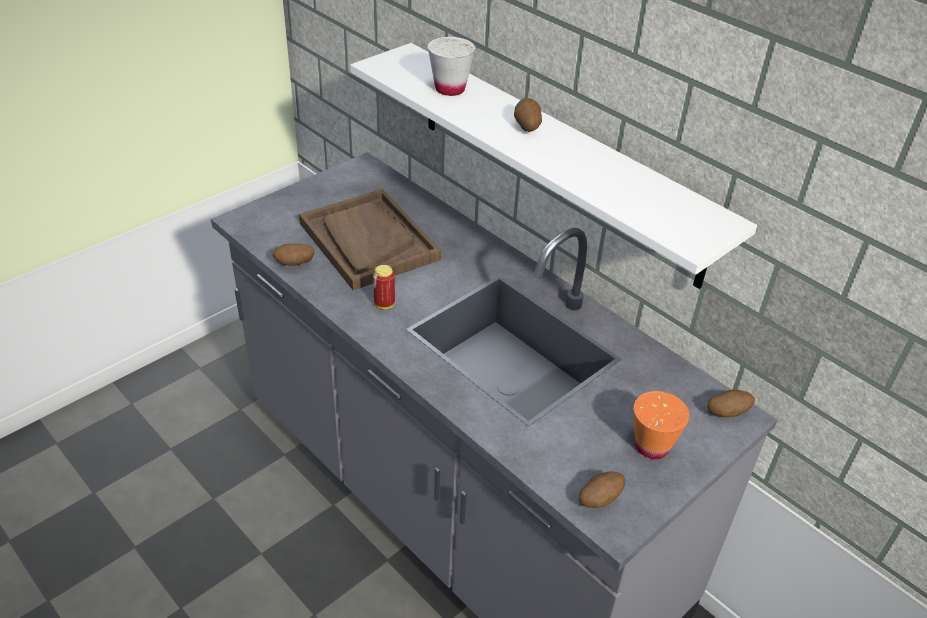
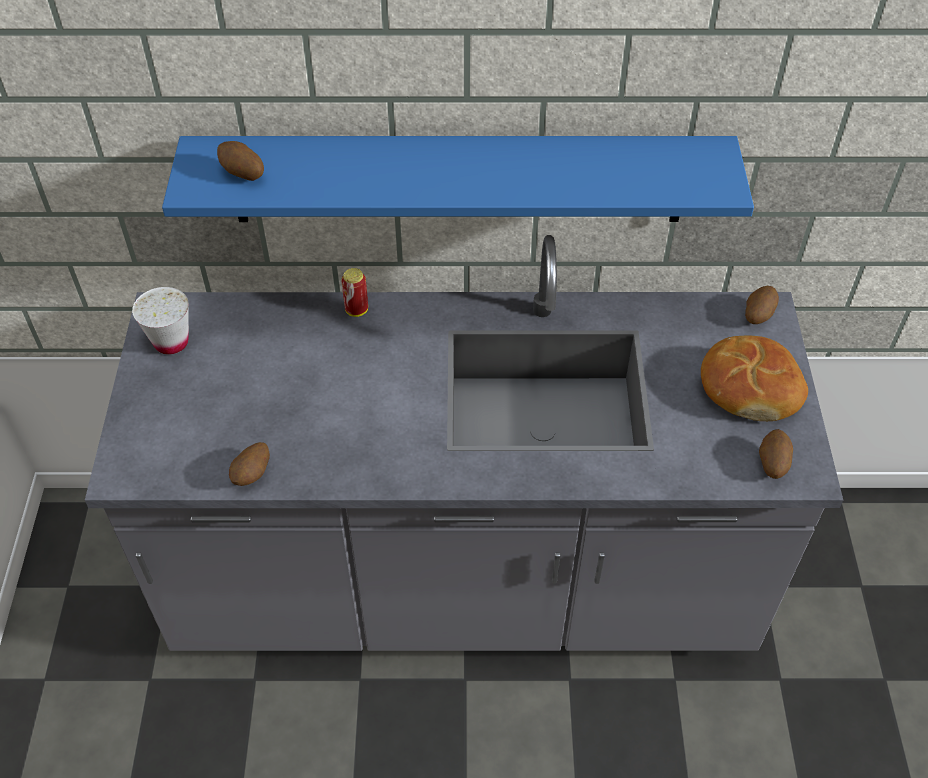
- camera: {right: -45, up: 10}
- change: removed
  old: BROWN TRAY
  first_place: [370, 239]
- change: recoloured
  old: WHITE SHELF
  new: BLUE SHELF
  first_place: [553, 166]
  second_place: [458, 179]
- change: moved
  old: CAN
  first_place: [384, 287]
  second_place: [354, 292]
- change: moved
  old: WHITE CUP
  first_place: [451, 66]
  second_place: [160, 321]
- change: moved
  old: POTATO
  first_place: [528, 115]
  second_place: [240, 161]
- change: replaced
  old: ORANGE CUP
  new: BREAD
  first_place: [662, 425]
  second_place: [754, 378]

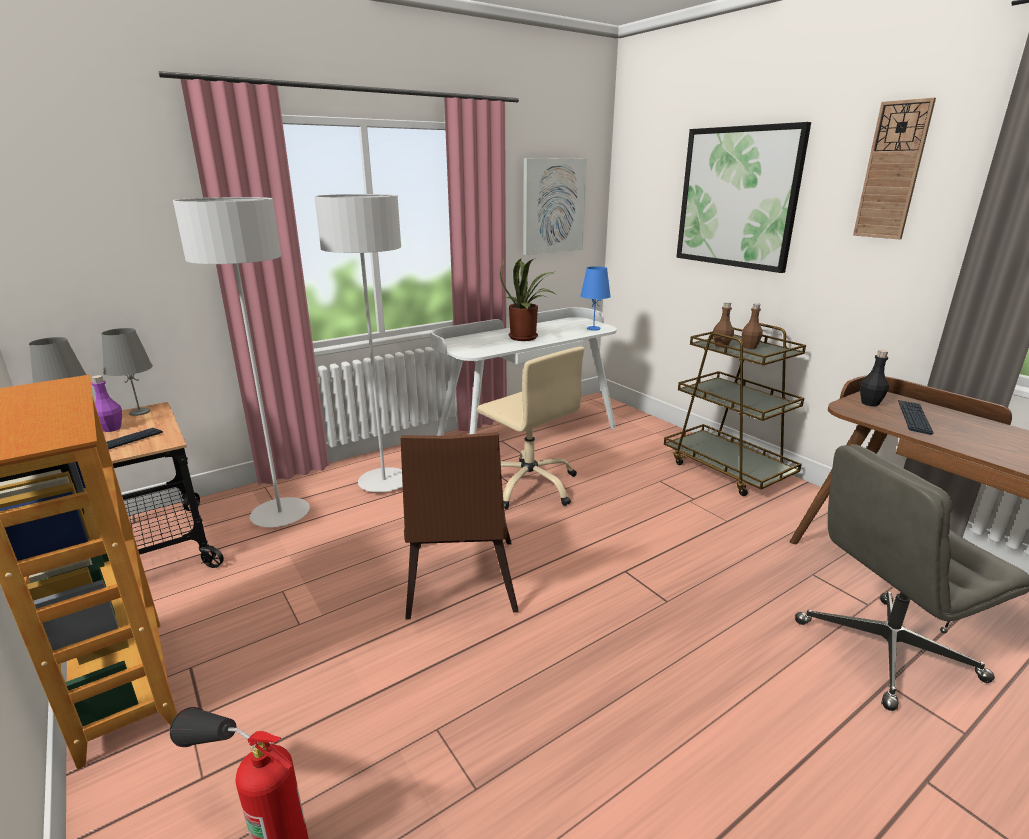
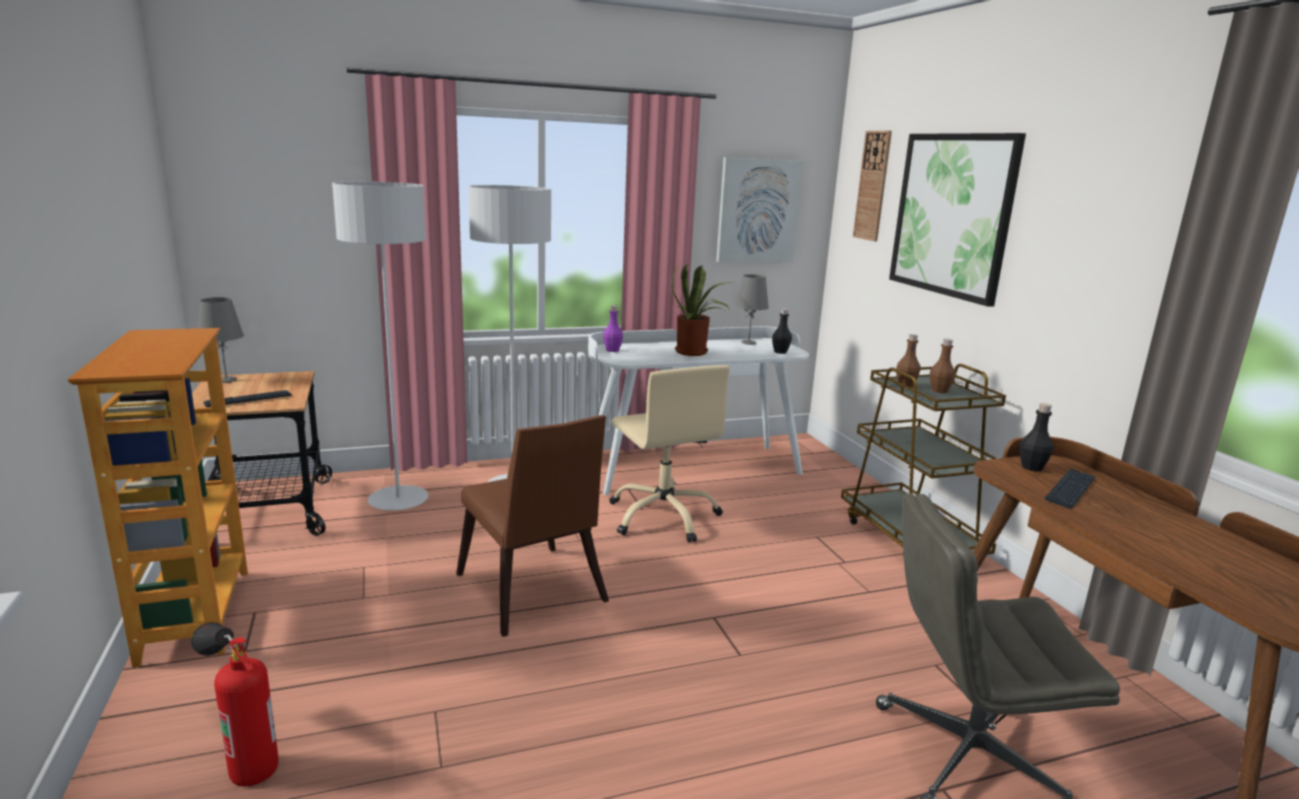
- camera: {right: 15, up: -5}
- change: moved
  old: PURPLE BOTTLE
  first_place: [106, 403]
  second_place: [613, 329]
- change: moved
  old: GREY TABLE LAMP
  first_place: [127, 372]
  second_place: [752, 309]
- change: turned
  old: BROWN CHAIR
  first_place: [459, 525]
  second_place: [532, 526]
  degrees: -45
- change: replaced
  old: BLUE TABLE LAMP
  new: BLACK BOTTLE
  first_place: [595, 298]
  second_place: [782, 331]
- change: moved
  old: WALL CLOCK
  first_place: [894, 169]
  second_place: [872, 186]

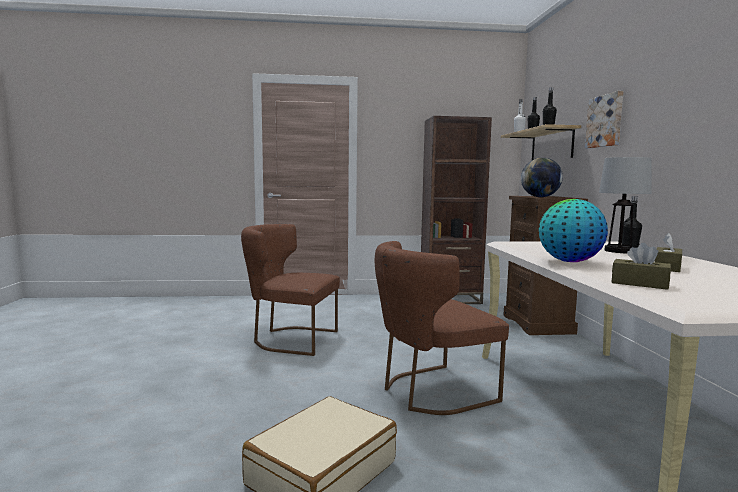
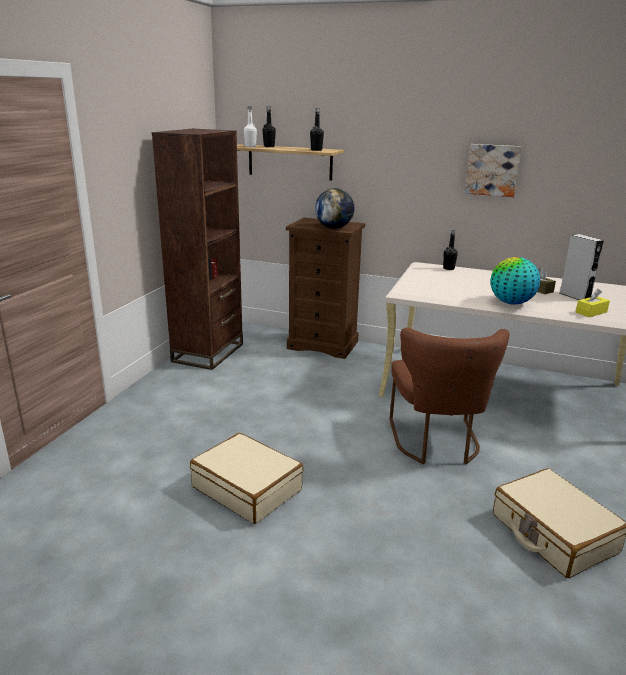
- camera: {right: -65, up: 15}
- change: replaced
  old: BROWN CHAIR
  new: BEIGE SUITCASE
  first_place: [290, 290]
  second_place: [246, 478]
- change: moved
  old: PICTURE
  first_place: [604, 119]
  second_place: [493, 170]
- change: removed
  old: TABLE LAMP
  first_place: [625, 205]
- change: recoloured
  old: BROWN TISSUE BOX
  new: YELLOW TISSUE BOX
  first_place: [641, 266]
  second_place: [593, 303]
- change: added
  new: GREY SPEAKER
  second_place: [582, 267]

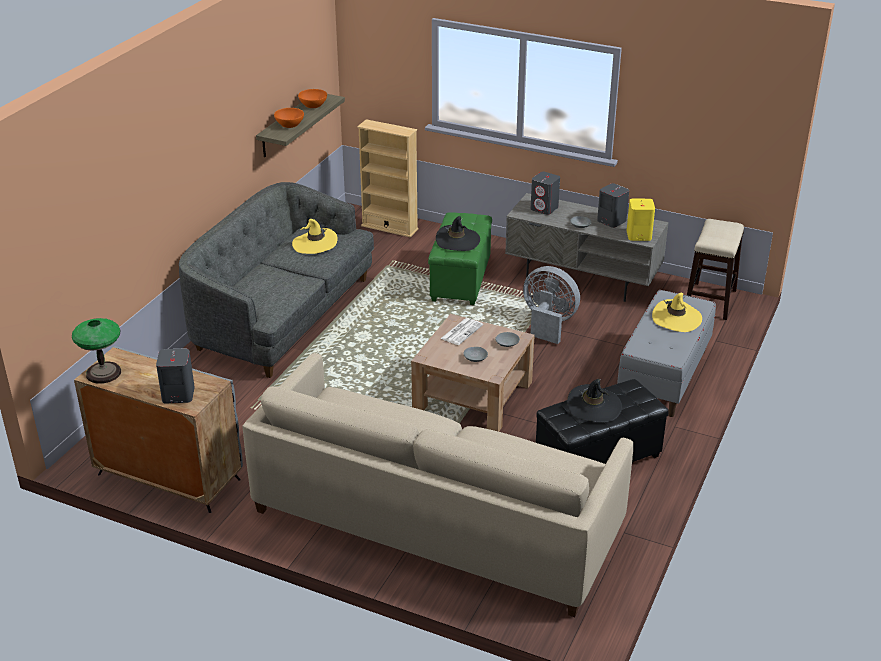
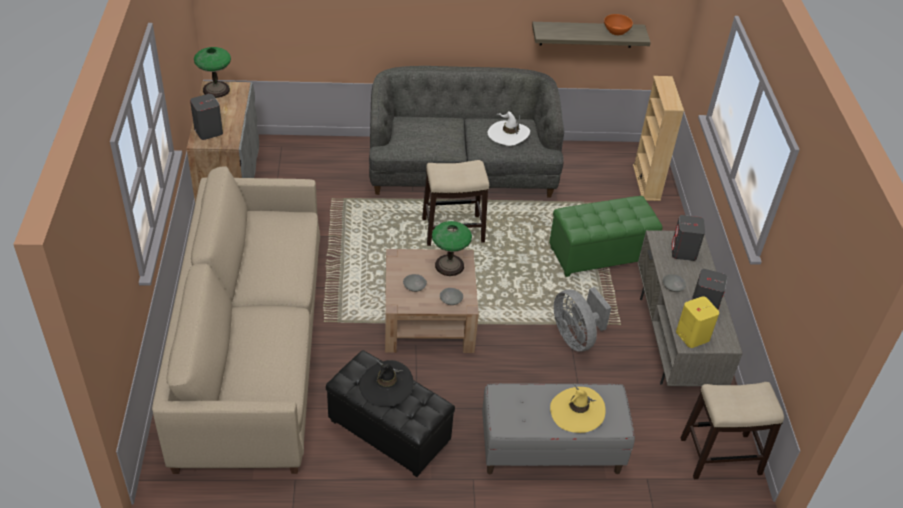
- camera: {right: 60, up: 10}
- change: removed
  old: ORANGE BOWL
  first_place: [289, 118]
- change: recoloured
  old: YELLOW HAT
  new: WHITE HAT
  first_place: [314, 236]
  second_place: [509, 128]
- change: removed
  old: BLACK HAT
  first_place: [458, 233]
- change: replaced
  old: NEWSPAPER
  new: TABLE LAMP
  first_place: [461, 331]
  second_place: [452, 248]
- change: turned
  old: GREY FAN
  first_place: [551, 305]
  second_place: [583, 319]
  degrees: 150
- change: added
  new: STOOL
  second_place: [455, 203]

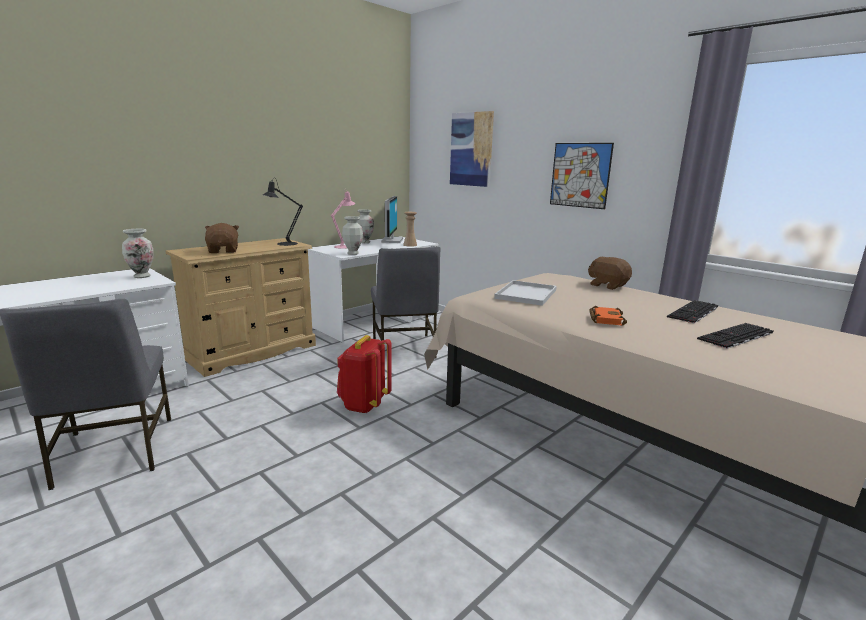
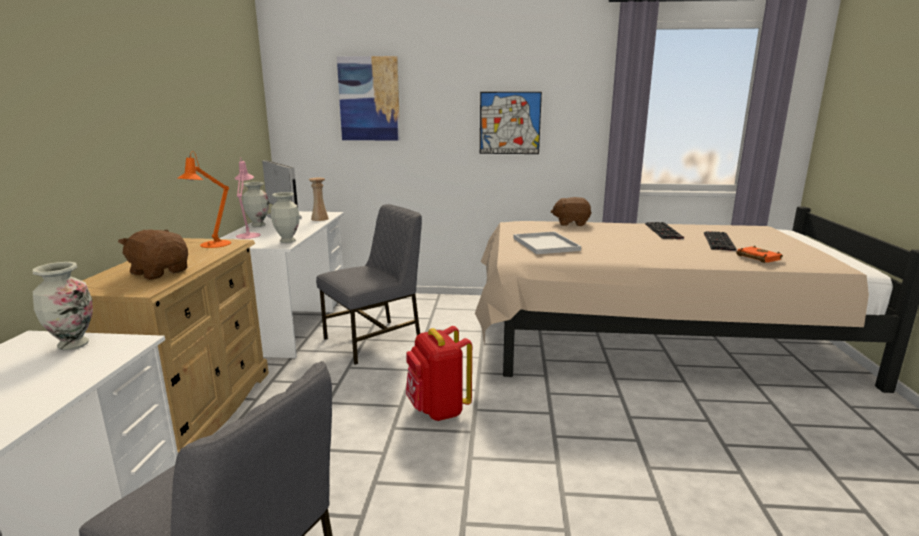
- camera: {right: -40, up: 0}
- change: recoloured
  old: BLACK TABLE LAMP
  new: ORANGE TABLE LAMP
  first_place: [283, 212]
  second_place: [204, 199]
- change: turned
  old: GREY CHAIR
  first_place: [406, 303]
  second_place: [369, 284]
  degrees: -75
- change: moved
  old: ORANGE BOOK
  first_place: [608, 316]
  second_place: [759, 254]

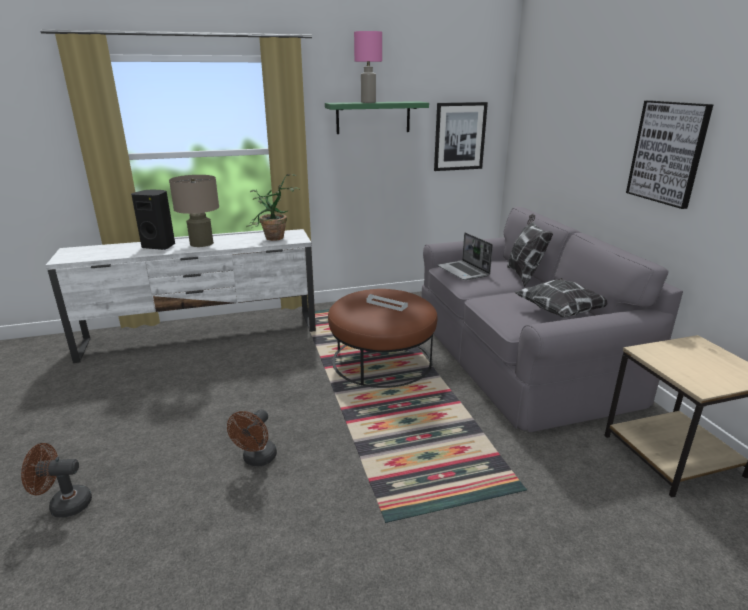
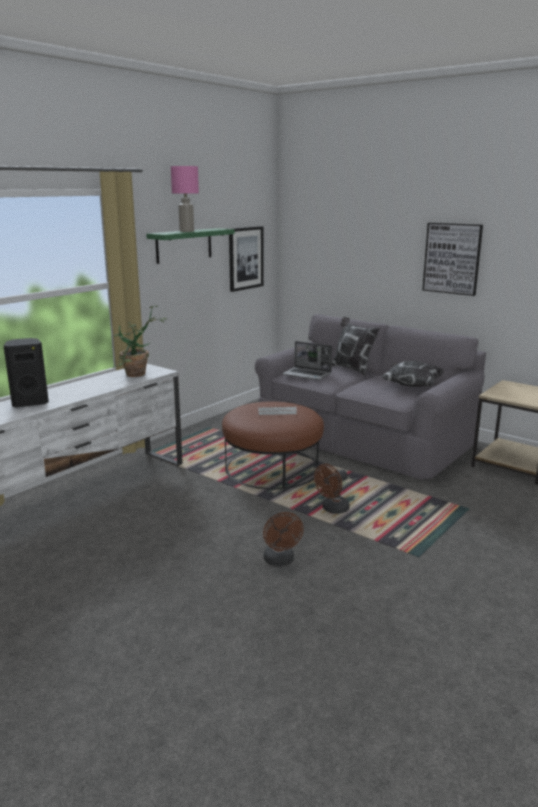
- camera: {right: -35, up: -5}
- change: moved
  old: BROWN FAN
  first_place: [56, 480]
  second_place: [332, 489]
- change: removed
  old: BEIGE TABLE LAMP
  first_place: [194, 211]

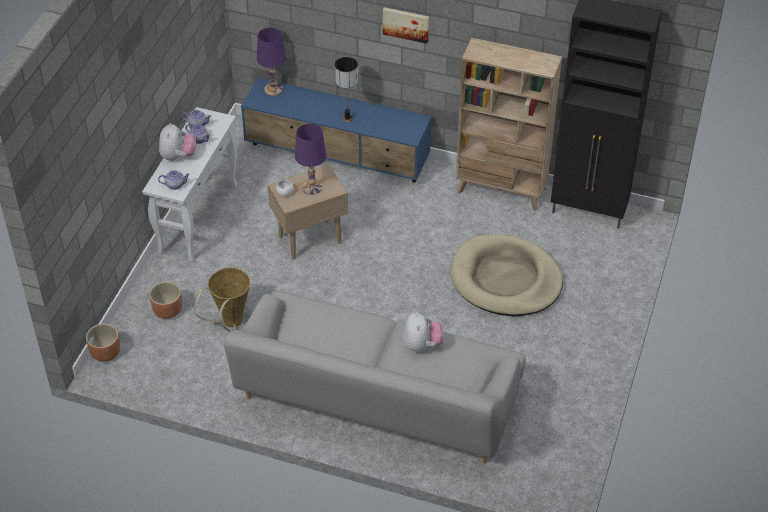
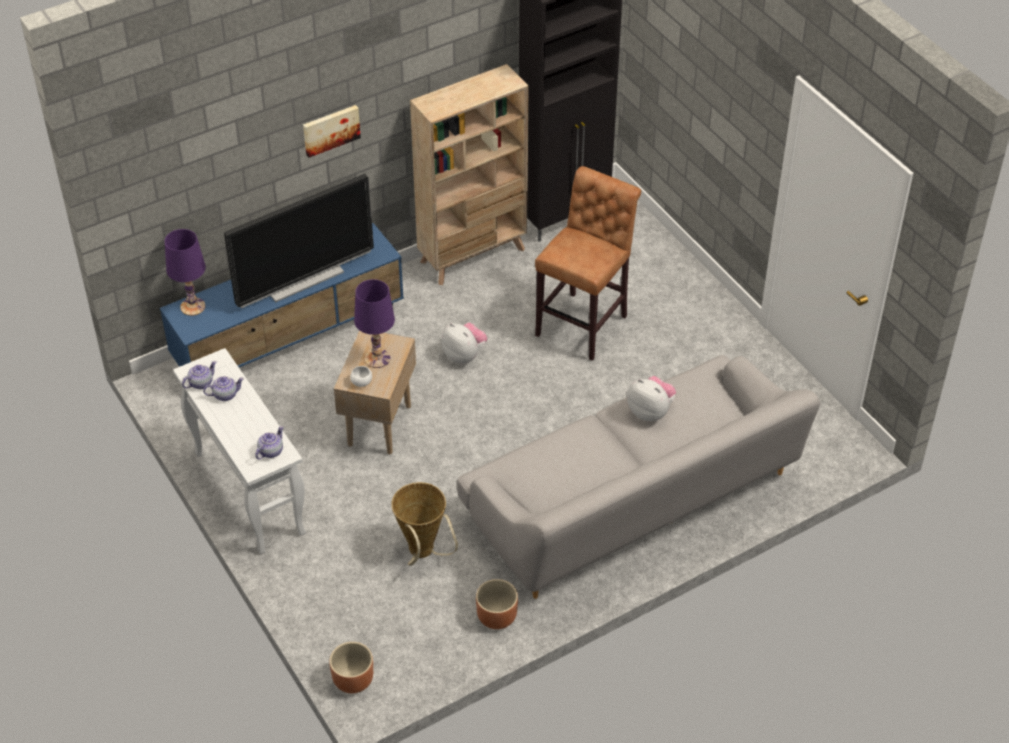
- camera: {right: -50, up: 0}
- change: moved
  old: BROWN PLANTER
  first_place: [165, 300]
  second_place: [497, 604]
- change: moved
  old: PLUSH TOY
  first_place: [177, 142]
  second_place: [464, 343]
- change: replaced
  old: TABLE LAMP
  new: TELEVISION
  first_place: [346, 89]
  second_place: [299, 241]
- change: replaced
  old: BEIGE DOG BED
  new: BROWN STOOL
  first_place: [506, 275]
  second_place: [588, 263]

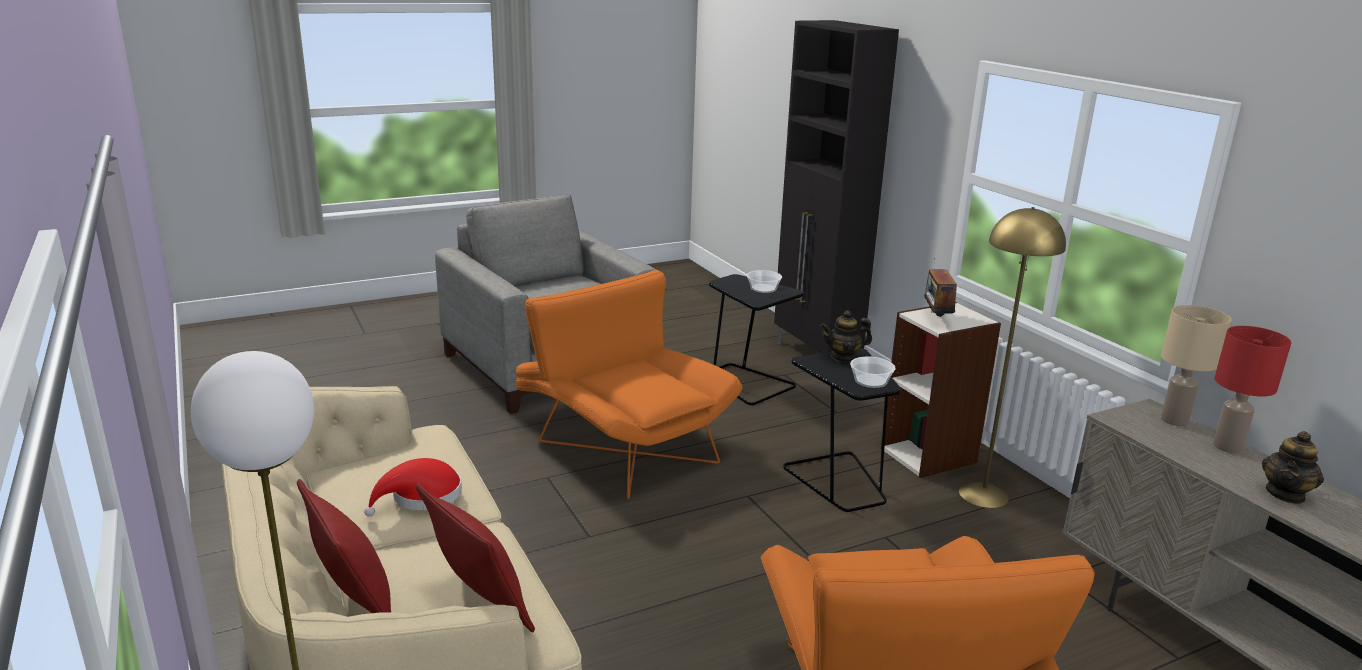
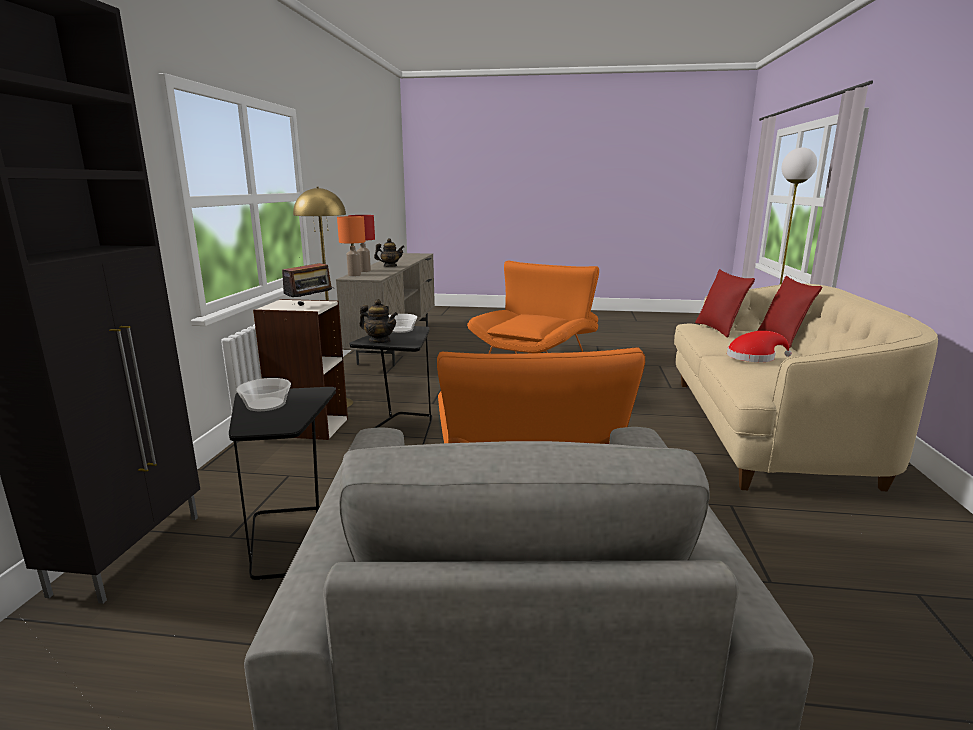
- camera: {right: -145, up: -5}
- change: recoloured
  old: BEIGE TABLE LAMP
  new: ORANGE TABLE LAMP
  first_place: [1196, 365]
  second_place: [351, 246]

